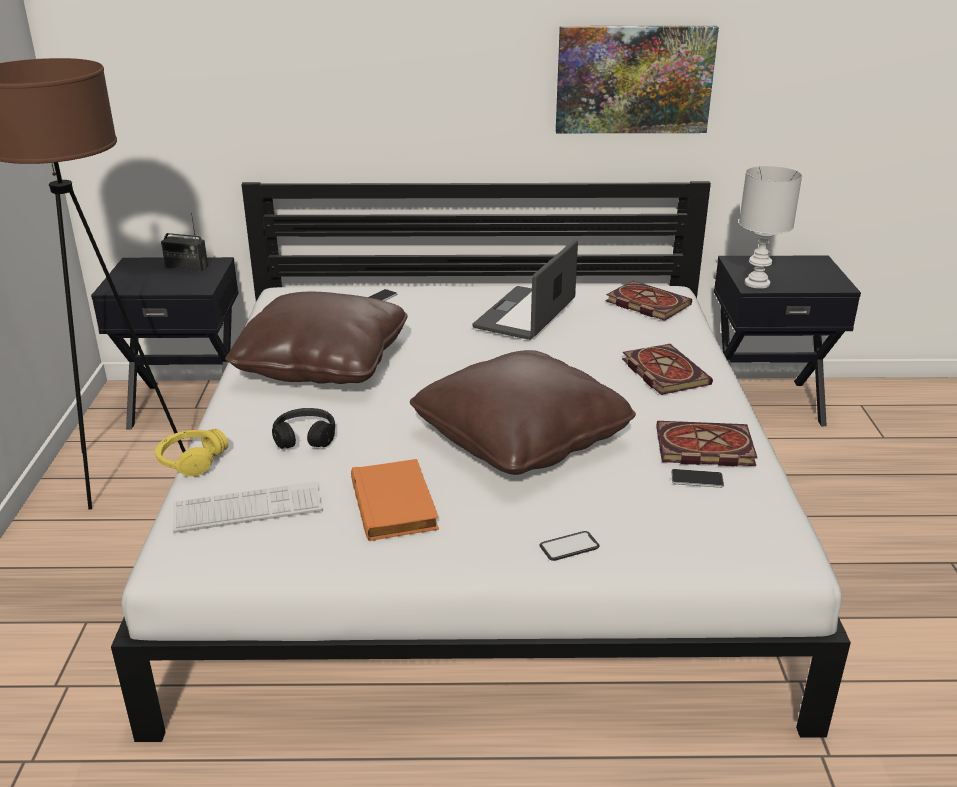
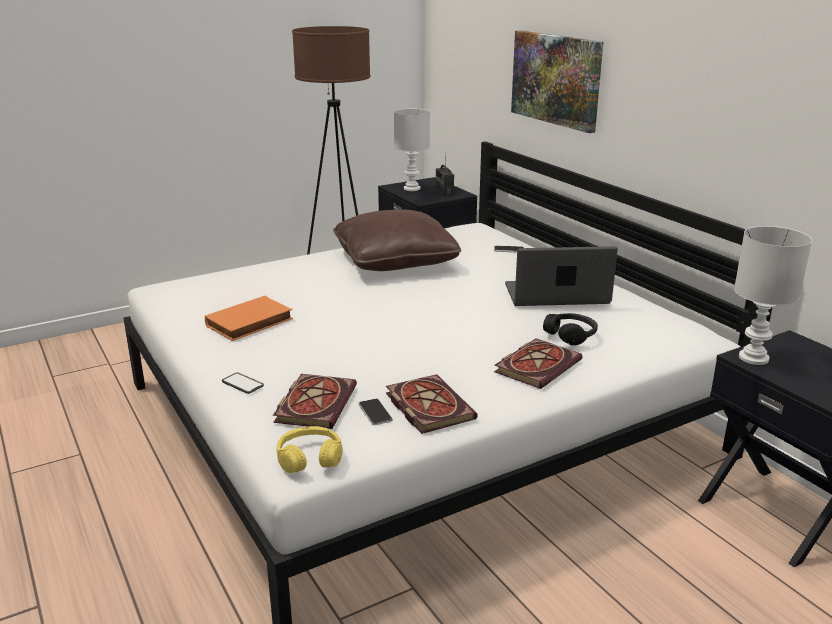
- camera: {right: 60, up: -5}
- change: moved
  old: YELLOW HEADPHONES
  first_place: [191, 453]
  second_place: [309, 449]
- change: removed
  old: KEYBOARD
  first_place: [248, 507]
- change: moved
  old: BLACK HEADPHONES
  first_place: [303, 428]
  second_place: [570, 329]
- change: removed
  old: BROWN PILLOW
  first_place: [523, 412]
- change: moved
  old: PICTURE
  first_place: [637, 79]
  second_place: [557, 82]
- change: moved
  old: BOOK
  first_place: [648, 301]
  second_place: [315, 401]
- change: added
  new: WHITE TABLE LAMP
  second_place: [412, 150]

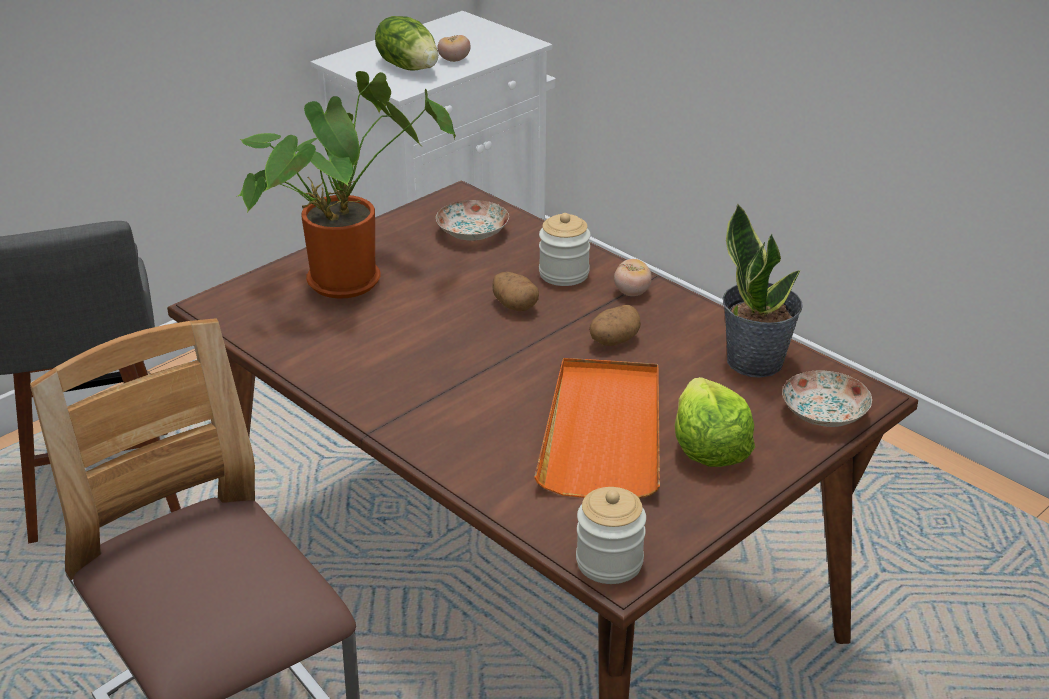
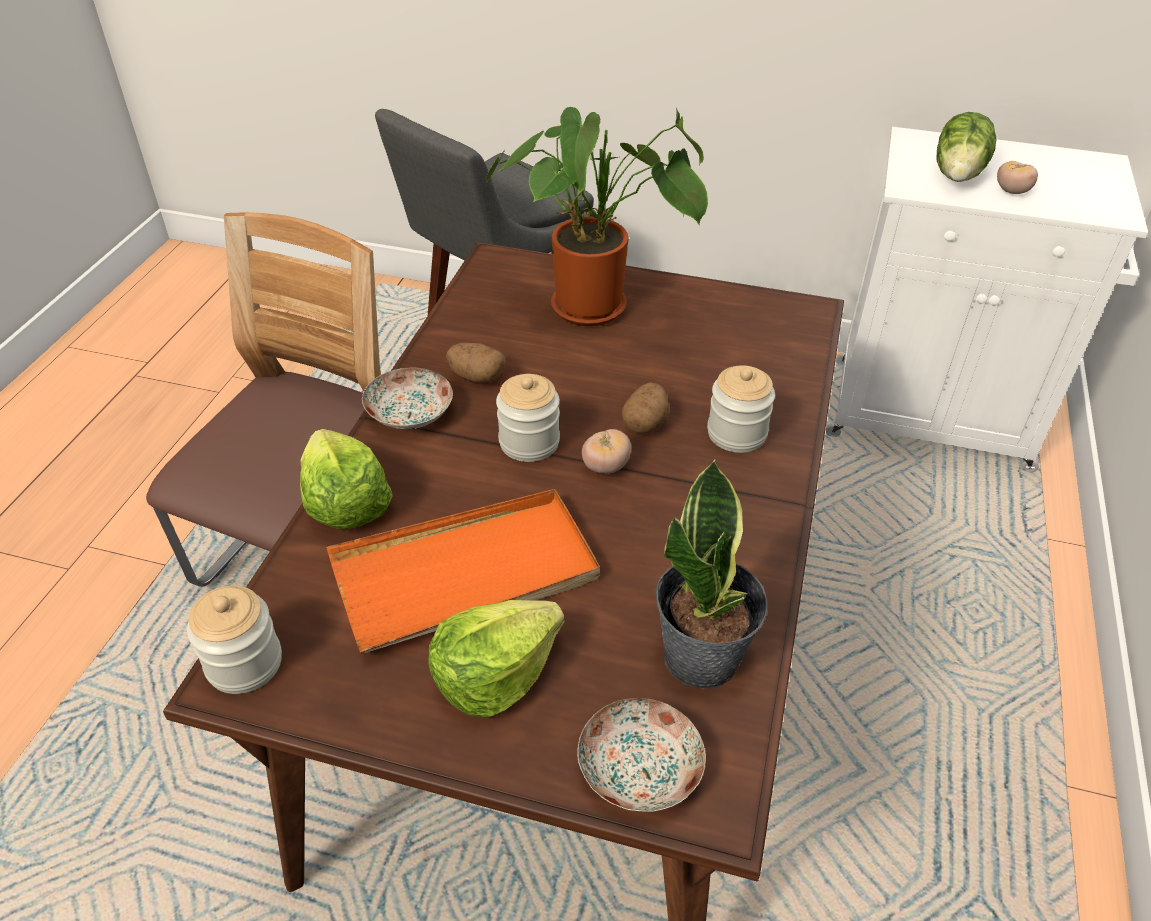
- camera: {right: 60, up: 10}
- change: moved
  old: PLATE
  first_place: [472, 220]
  second_place: [407, 398]
- change: moved
  old: POTATO
  first_place: [615, 325]
  second_place: [476, 363]
- change: moved
  old: TOMATO
  first_place: [633, 277]
  second_place: [606, 451]
- change: added
  new: LETTUCE
  second_place: [346, 479]
- change: added
  new: JAR
  second_place: [528, 418]

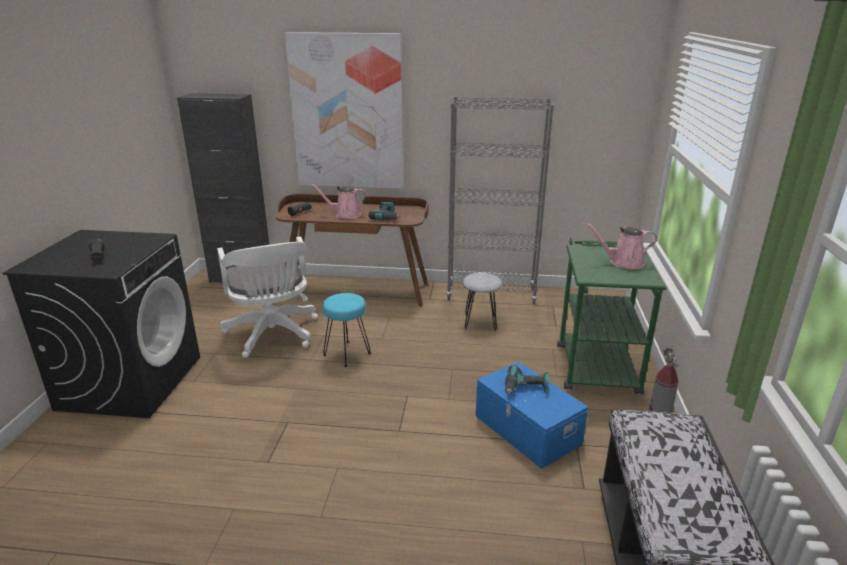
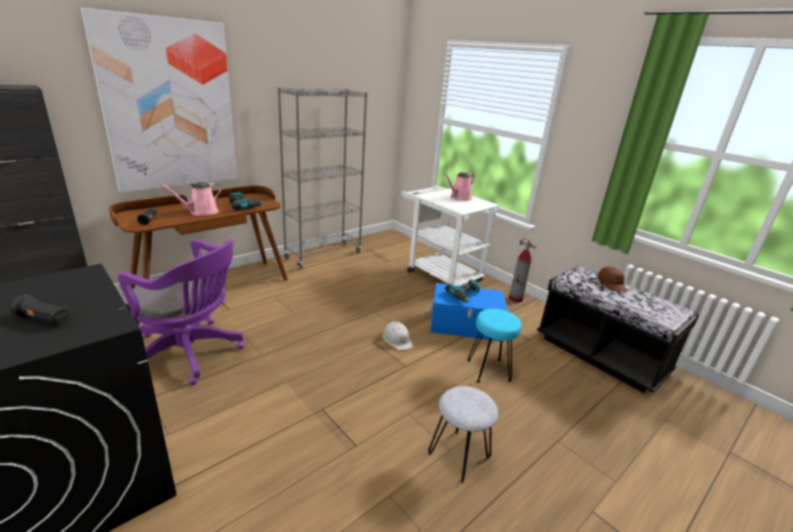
- camera: {right: -50, up: 0}
- change: recoloured
  old: WHITE OFFICE CHAIR
  new: PURPLE OFFICE CHAIR
  first_place: [267, 297]
  second_place: [181, 312]
- change: moved
  old: TURQUOISE STOOL
  first_place: [347, 330]
  second_place: [494, 346]
- change: moved
  old: GREY STOOL
  first_place: [482, 302]
  second_place: [463, 434]
- change: recoloured
  old: GREEN CART
  new: WHITE CART
  first_place: [612, 315]
  second_place: [450, 236]
- change: added
  new: WHITE HARD HAT
  second_place: [397, 336]
- change: added
  new: BROWN CAP
  second_place: [612, 279]

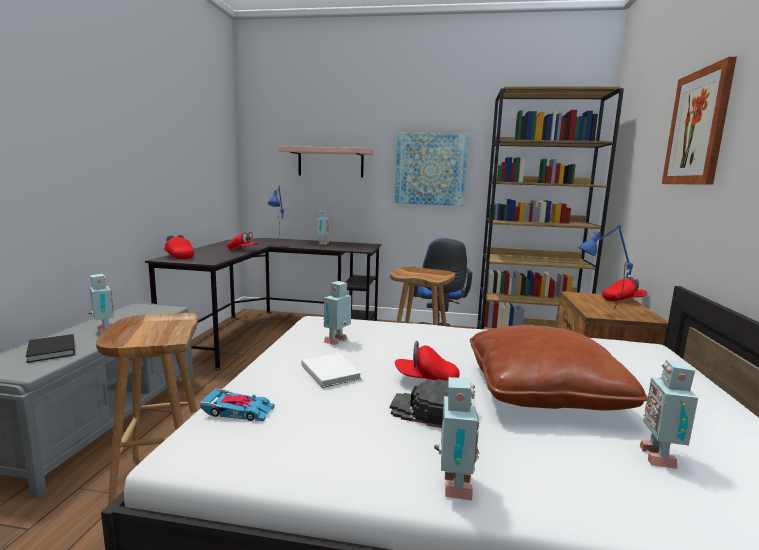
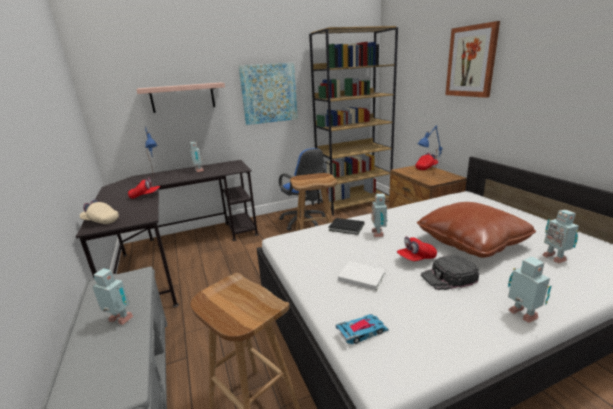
- camera: {right: -30, up: 10}
- change: moved
  old: BLACK BOOK
  first_place: [50, 348]
  second_place: [346, 226]
- change: recoloured
  old: RED CAP
  new: BEIGE CAP
  first_place: [179, 247]
  second_place: [99, 211]
- change: moved
  old: TOY ROBOT
  first_place: [337, 313]
  second_place: [379, 215]

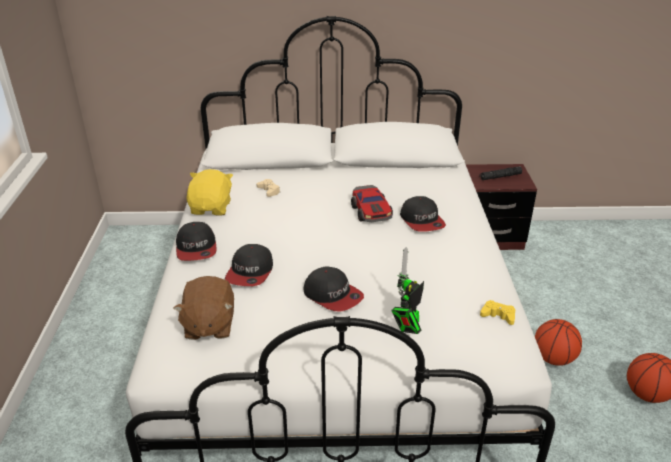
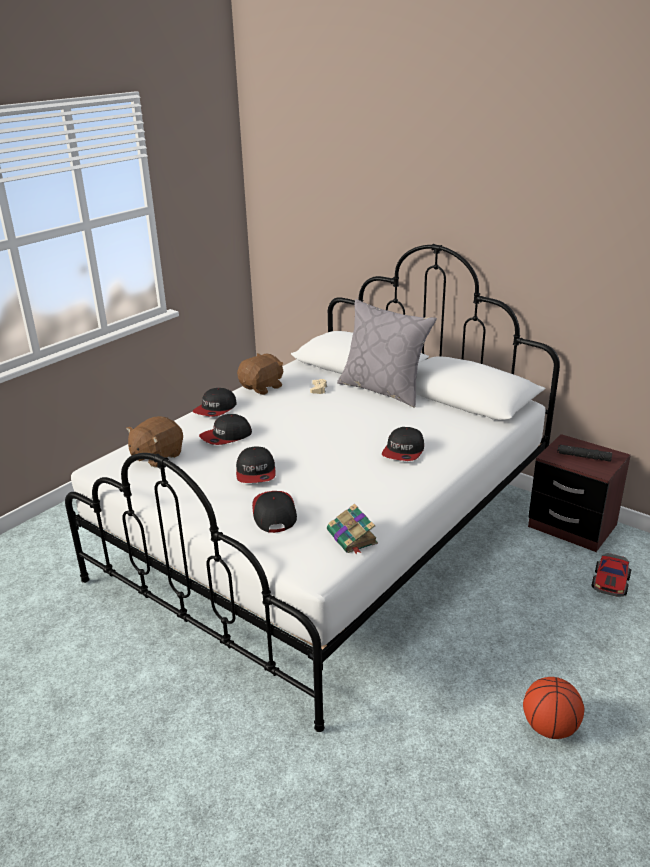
- camera: {right: 40, up: -5}
- change: recoloured
  old: YELLOW PLUSH TOY
  new: BROWN PLUSH TOY
  first_place: [209, 192]
  second_place: [260, 374]
- change: moved
  old: TOY CAR
  first_place: [372, 203]
  second_place: [611, 575]
- change: replaced
  old: TOY ROBOT
  new: CAP
  first_place: [407, 290]
  second_place: [274, 512]
- change: replaced
  old: YELLOW GAME CONTROLLER
  new: BOOK
  first_place: [497, 312]
  second_place: [352, 529]
- change: removed
  old: BASKETBALL
  first_place: [558, 342]
- change: added
  new: GREY PILLOW
  second_place: [387, 353]

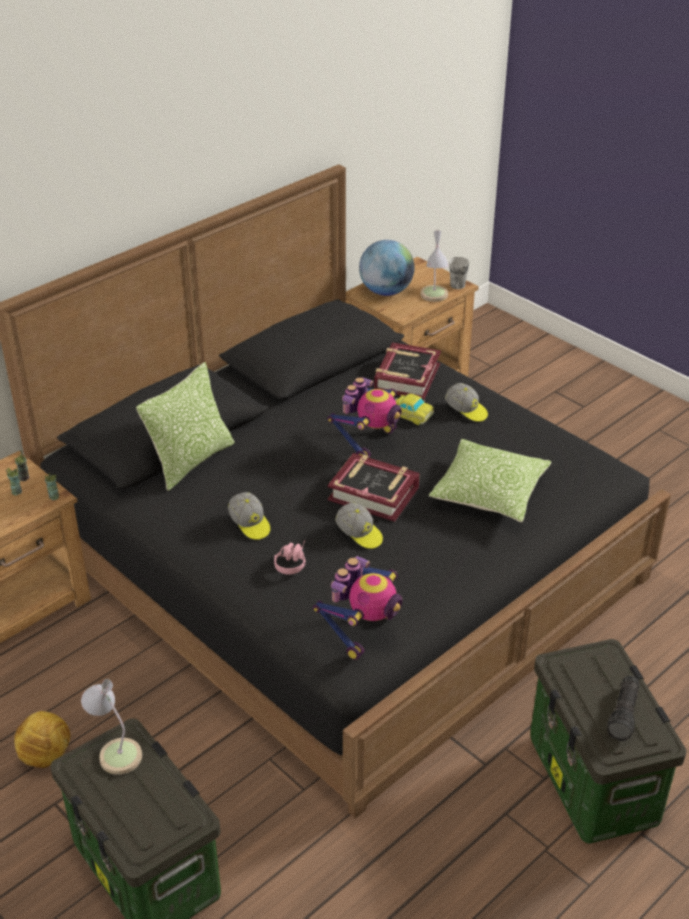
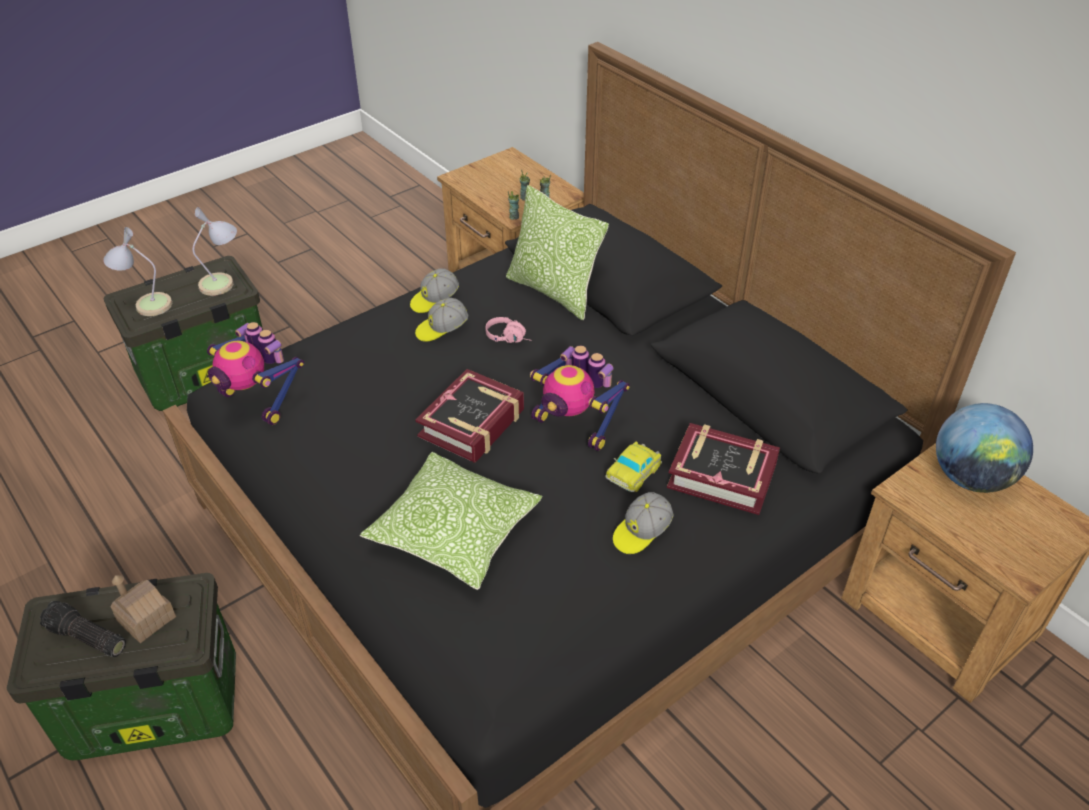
- camera: {right: 95, up: 5}
- change: removed
  old: FOOTBALL
  first_place: [42, 739]
- change: moved
  old: PINK HEADPHONES
  first_place: [290, 557]
  second_place: [508, 330]
- change: moved
  old: CAP
  first_place: [359, 526]
  second_place: [434, 290]
- change: moved
  old: TABLE LAMP
  first_place: [434, 266]
  second_place: [137, 271]
- change: removed
  old: CUP
  first_place: [459, 273]
- change: added
  new: TOY HOUSE
  second_place: [143, 609]

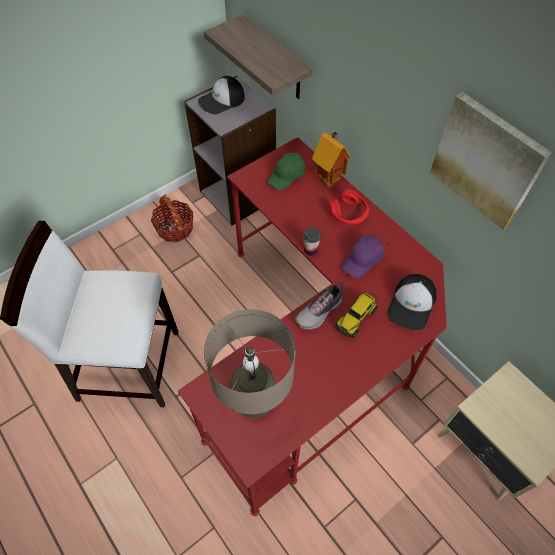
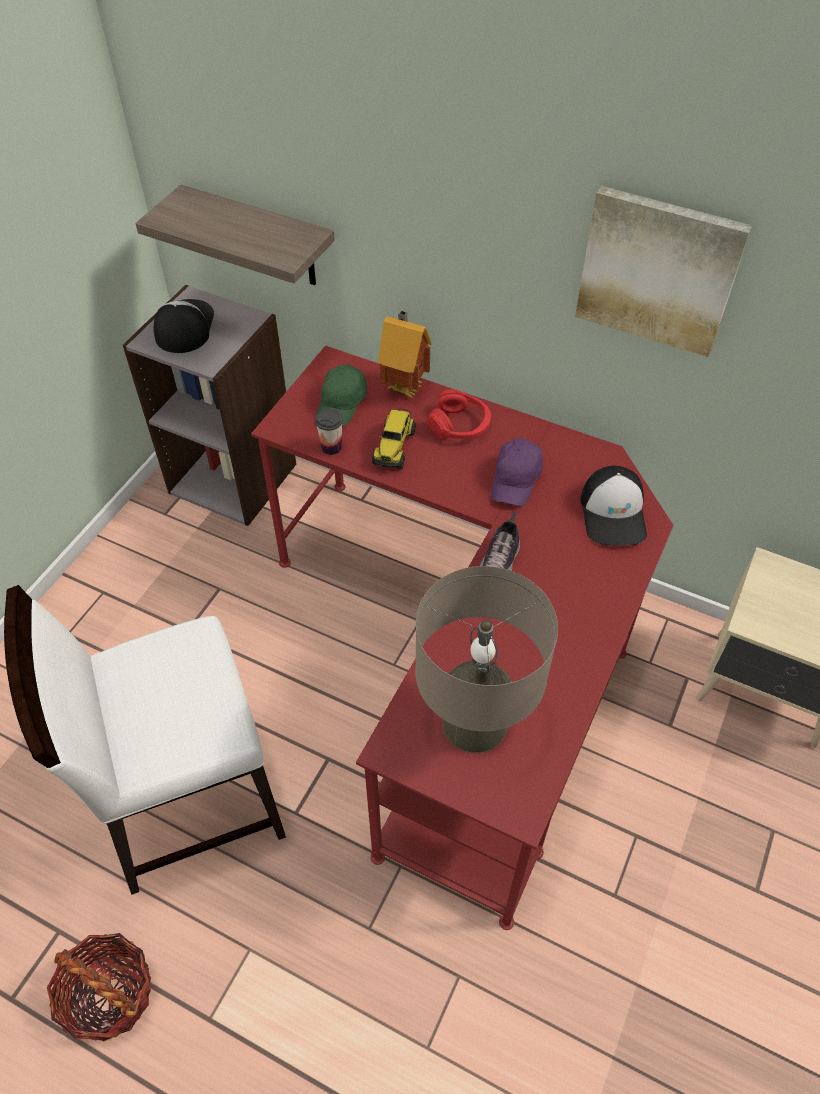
- camera: {right: -25, up: -5}
- change: moved
  old: BASKET
  first_place: [172, 218]
  second_place: [99, 987]
- change: turned
  old: CAP
  first_place: [221, 95]
  second_place: [184, 326]
  degrees: 150
- change: moved
  old: CUP
  first_place: [312, 241]
  second_place: [329, 432]
- change: moved
  old: TOY TRUCK
  first_place: [356, 315]
  second_place: [394, 439]

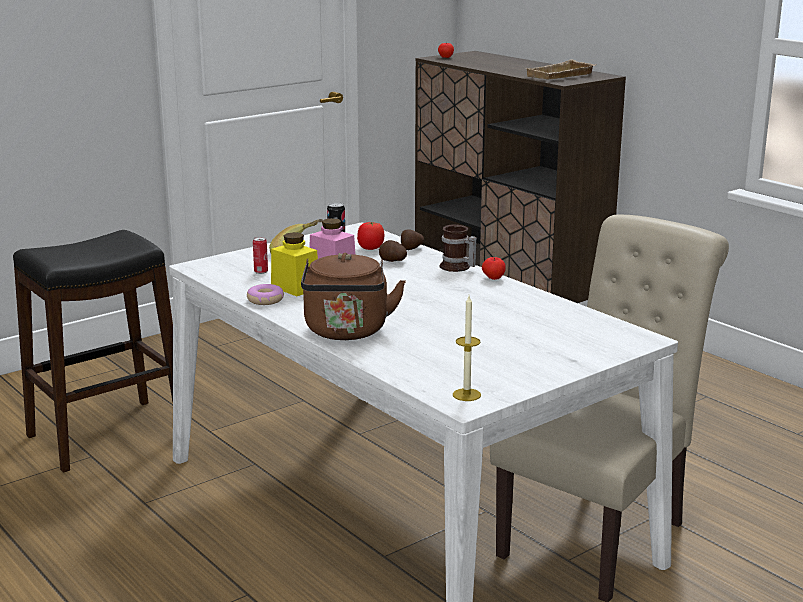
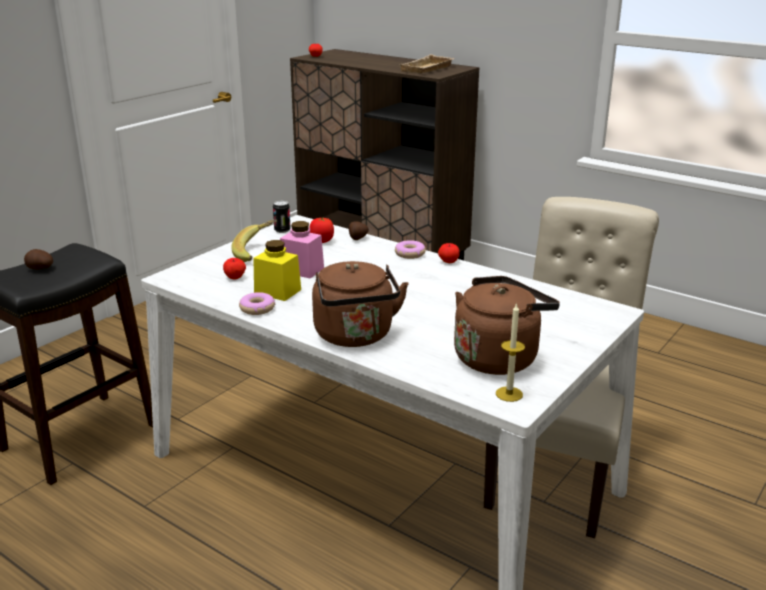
- camera: {right: -15, up: 5}
- change: replaced
  old: CAN
  new: APPLE
  first_place: [260, 255]
  second_place: [234, 268]
- change: moved
  old: POTATO
  first_place: [393, 251]
  second_place: [38, 259]
- change: replaced
  old: MUG
  new: DONUT
  first_place: [458, 248]
  second_place: [410, 249]
- change: added
  new: BROWN KETTLE
  second_place: [507, 325]

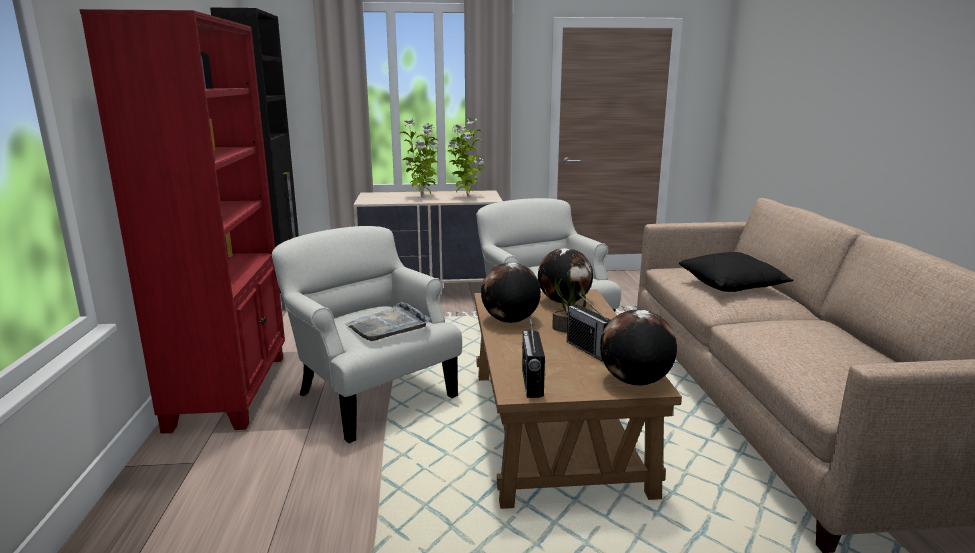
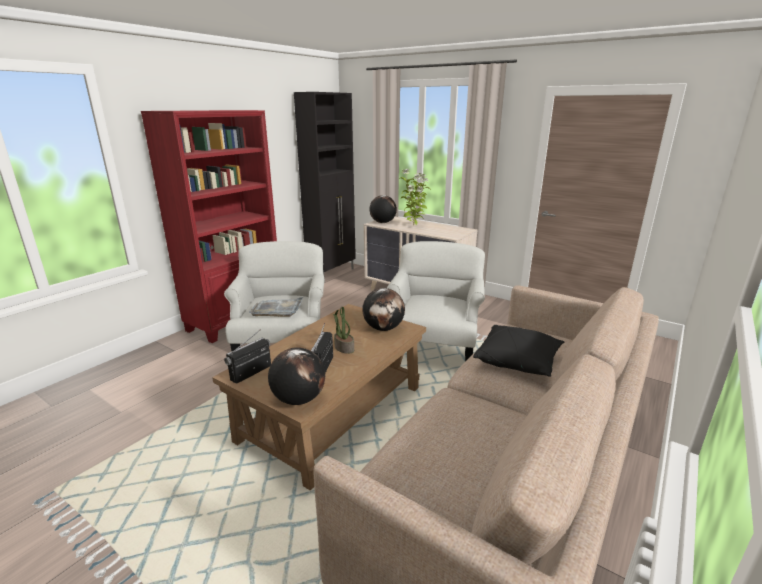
- camera: {right: 40, up: 5}
- change: removed
  old: POTTED PLANT
  first_place: [465, 158]
- change: moved
  old: GLOBE
  first_place: [511, 292]
  second_place: [383, 209]

